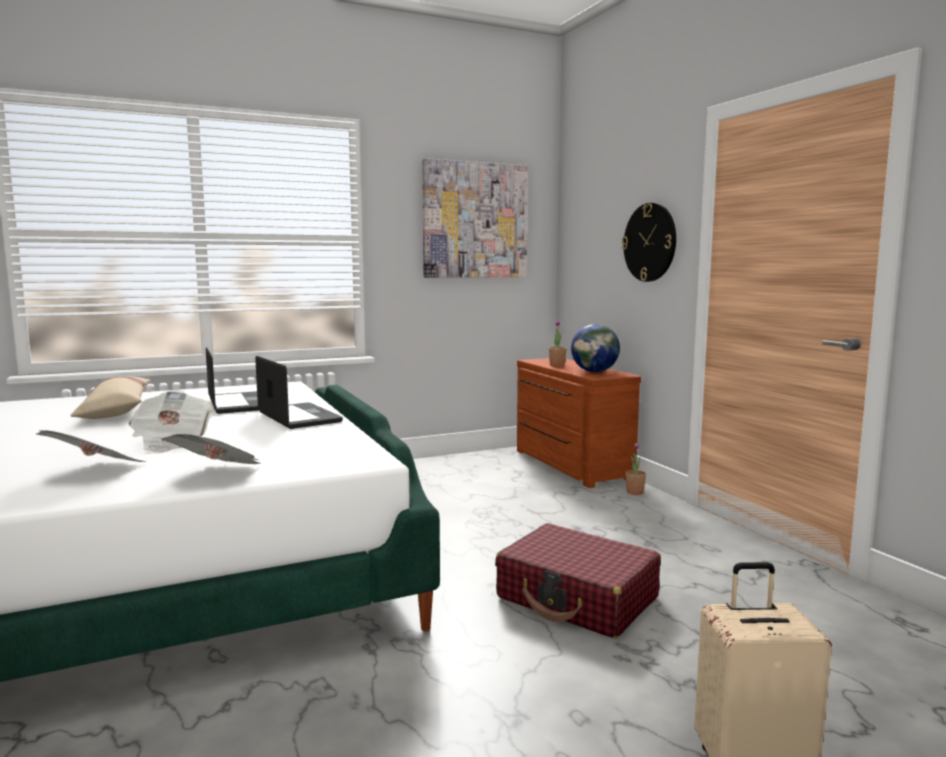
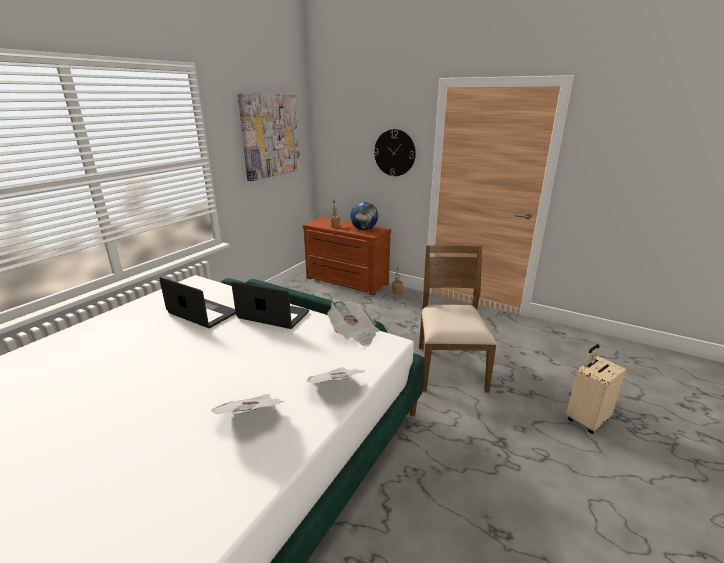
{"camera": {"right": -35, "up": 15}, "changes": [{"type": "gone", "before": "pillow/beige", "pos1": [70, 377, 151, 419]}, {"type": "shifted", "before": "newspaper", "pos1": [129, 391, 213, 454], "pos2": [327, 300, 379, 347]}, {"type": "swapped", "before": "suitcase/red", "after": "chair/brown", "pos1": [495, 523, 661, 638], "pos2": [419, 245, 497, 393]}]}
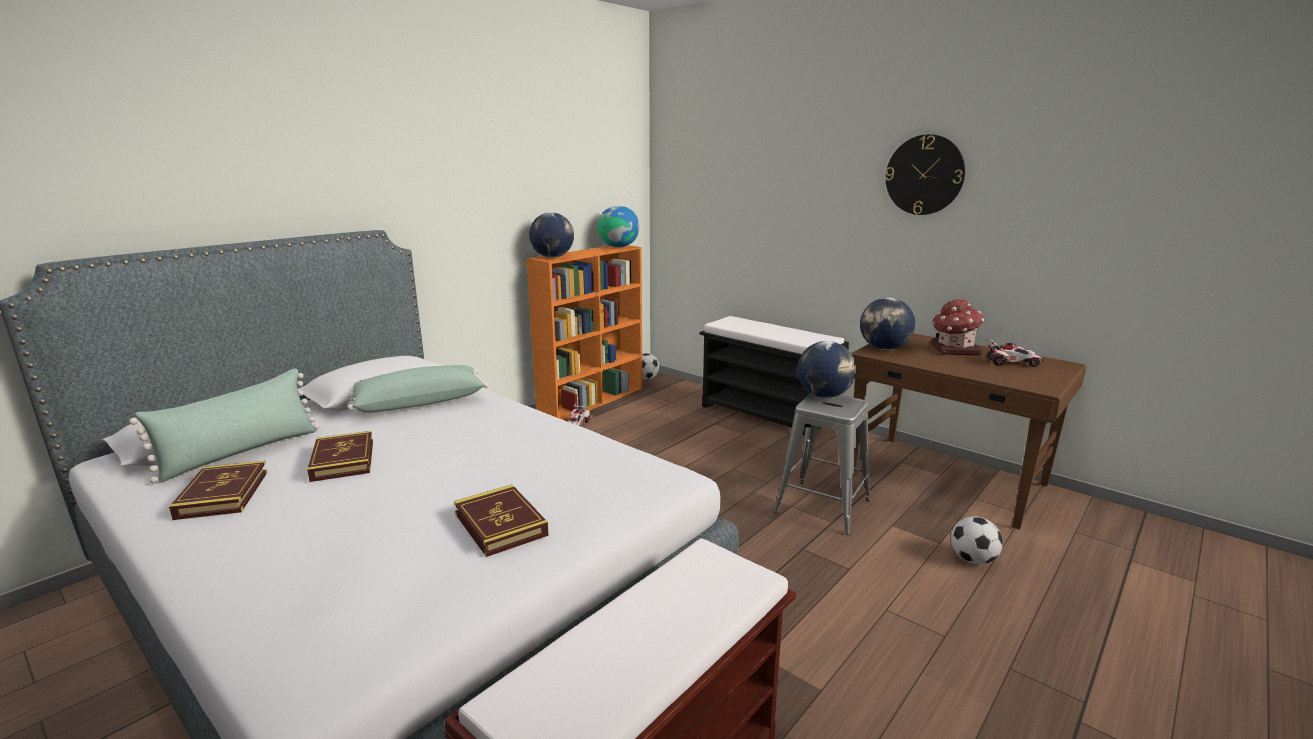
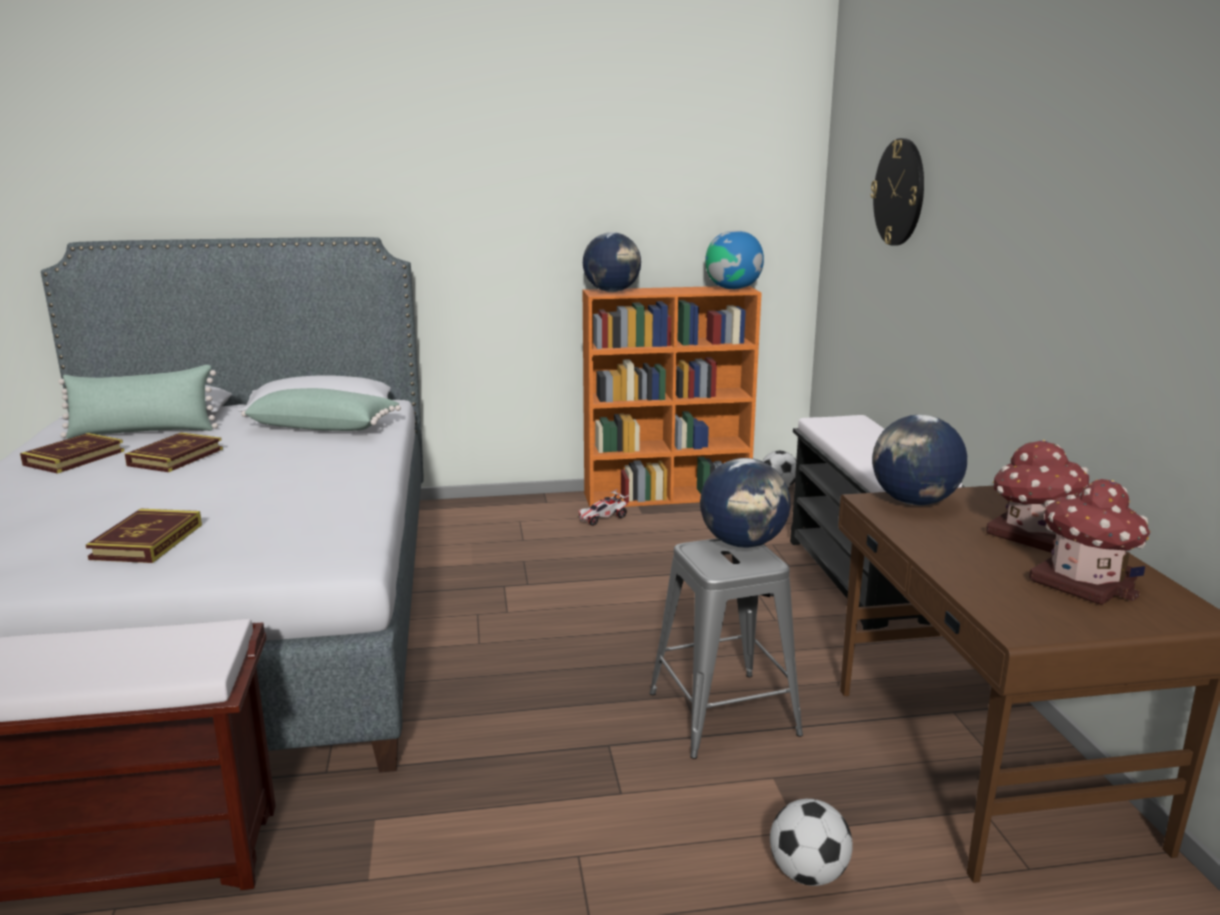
{"camera": {"right": 40, "up": 0}, "changes": [{"type": "shifted", "before": "wall clock", "pos1": [885, 134, 965, 215], "pos2": [870, 138, 924, 246]}, {"type": "swapped", "before": "toy car", "after": "toy house", "pos1": [986, 338, 1044, 367], "pos2": [1029, 479, 1150, 605]}]}
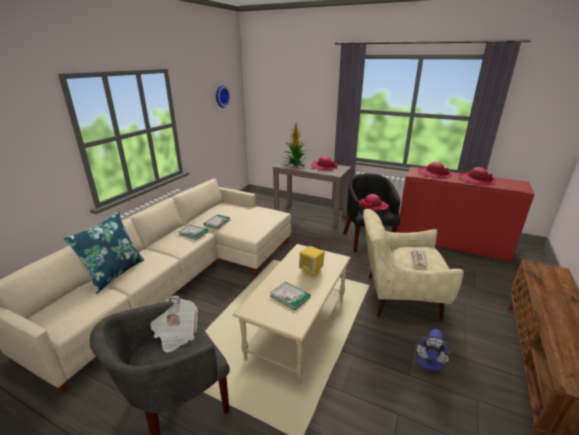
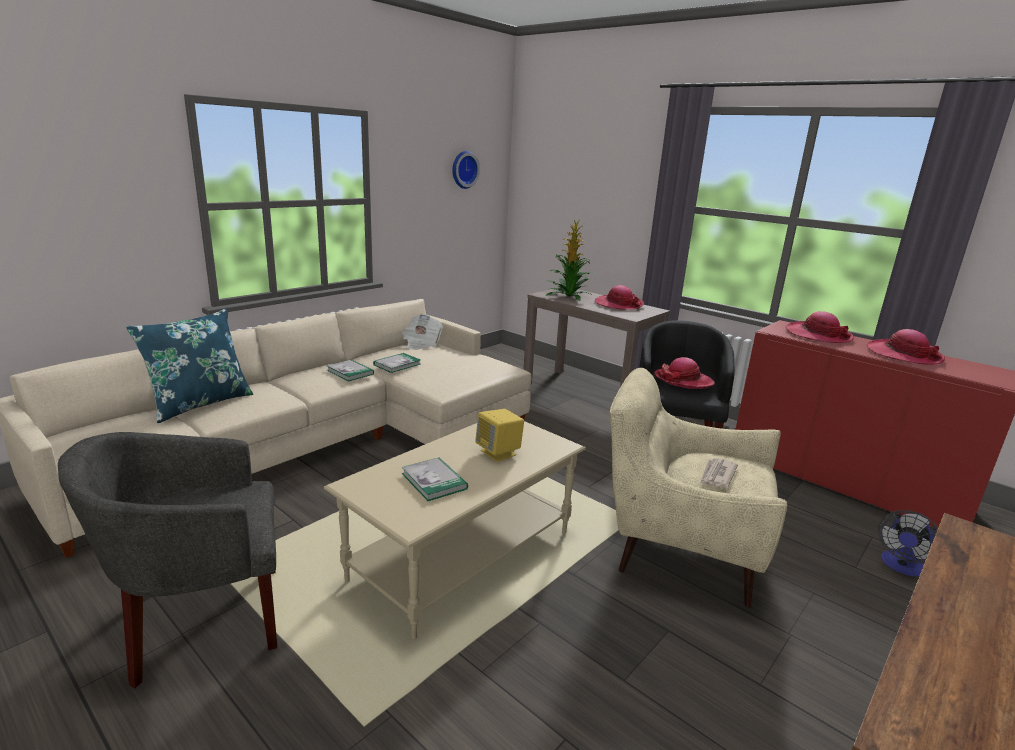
{"camera": {"right": 15, "up": -5}, "changes": [{"type": "shifted", "before": "newspaper", "pos1": [150, 296, 198, 353], "pos2": [402, 314, 443, 350]}, {"type": "shifted", "before": "fan", "pos1": [414, 329, 453, 371], "pos2": [878, 510, 938, 576]}]}
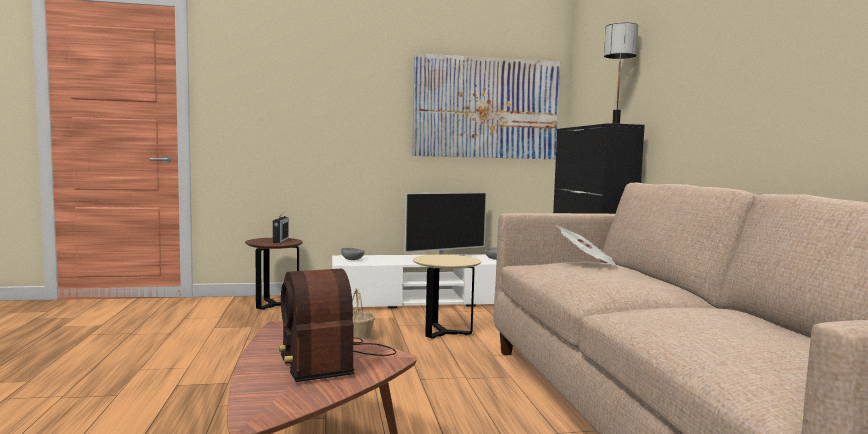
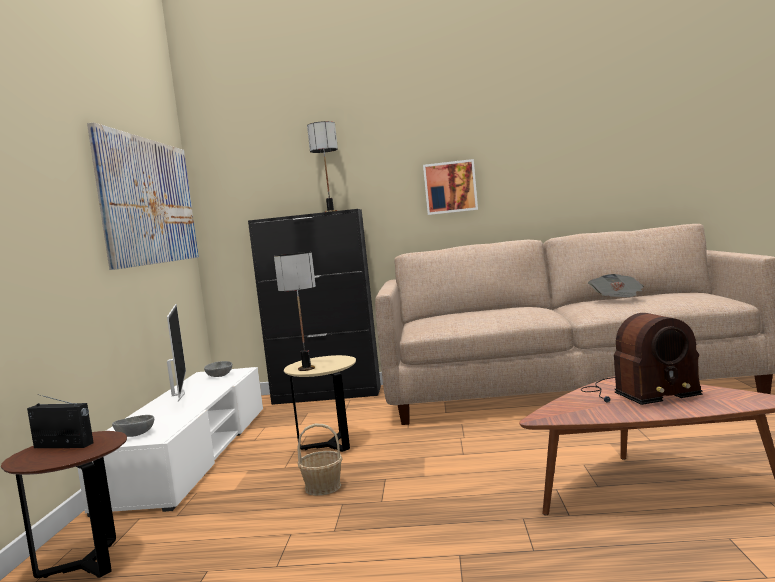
{"camera": {"right": -75, "up": 0}, "changes": [{"type": "shifted", "before": "newspaper", "pos1": [555, 225, 619, 268], "pos2": [588, 274, 644, 297]}, {"type": "new", "after": "picture", "pos2": [423, 159, 478, 215]}, {"type": "new", "after": "table lamp", "pos2": [274, 252, 316, 371]}]}
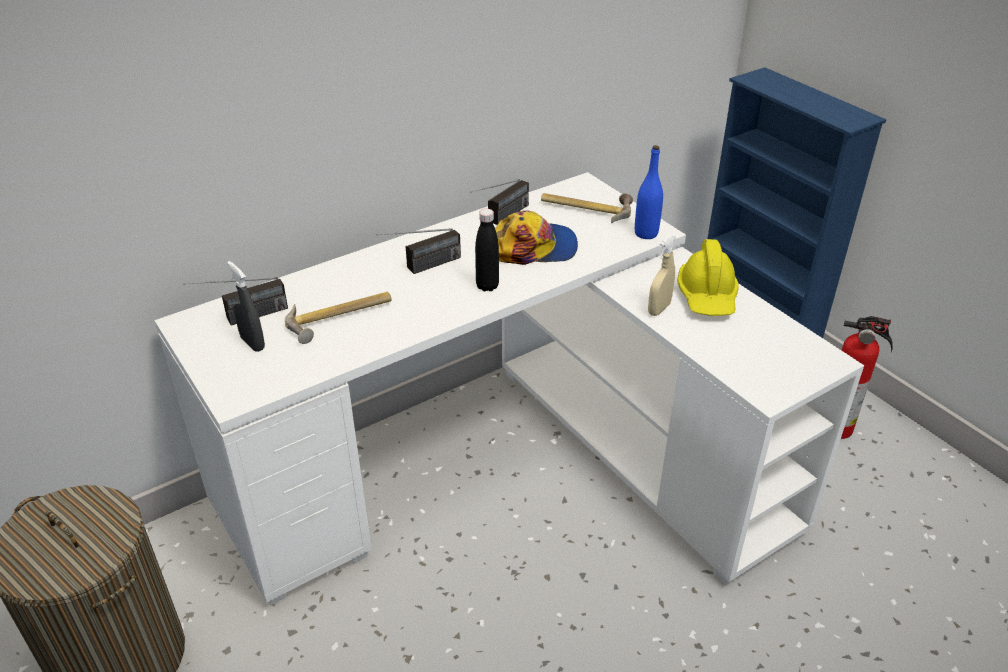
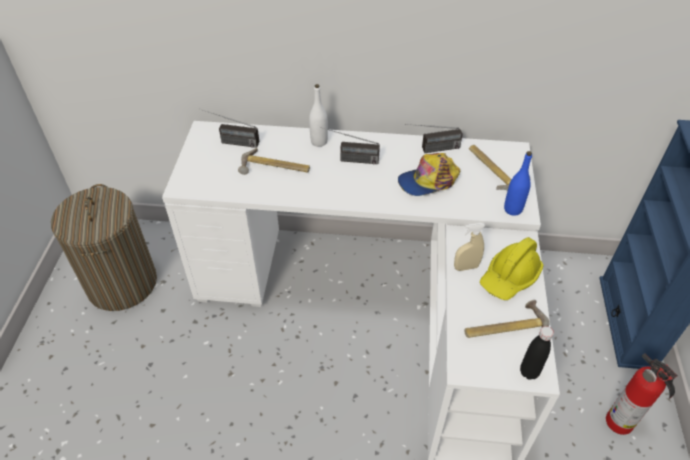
{"camera": {"right": 40, "up": 10}, "changes": [{"type": "shifted", "before": "bottle/black", "pos1": [475, 209, 499, 291], "pos2": [520, 326, 554, 380]}, {"type": "rotated", "before": "cap", "pos1": [495, 210, 578, 265], "pos2": [398, 153, 460, 196], "turn": 120}, {"type": "gone", "before": "spray bottle/grey", "pos1": [227, 261, 265, 352]}, {"type": "new", "after": "bottle/white", "pos2": [309, 84, 328, 147]}, {"type": "new", "after": "hammer", "pos2": [464, 300, 550, 338]}]}
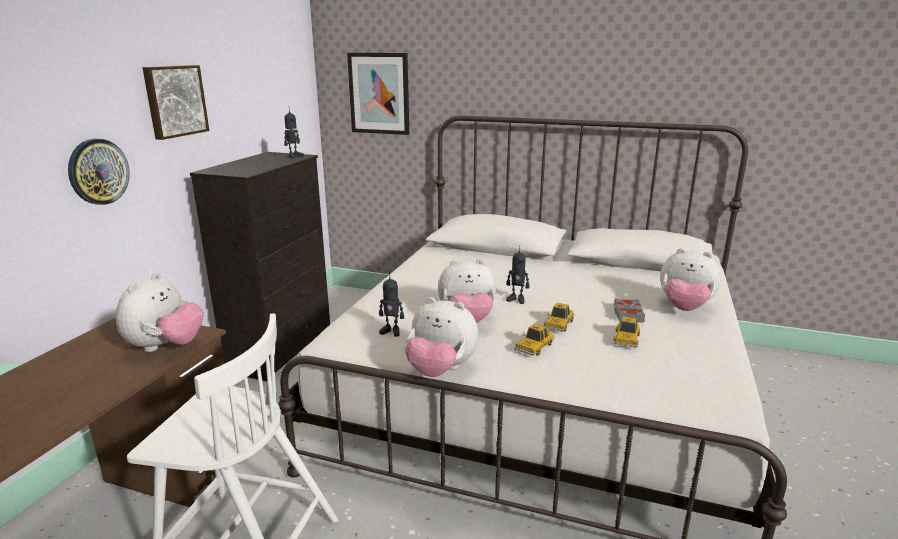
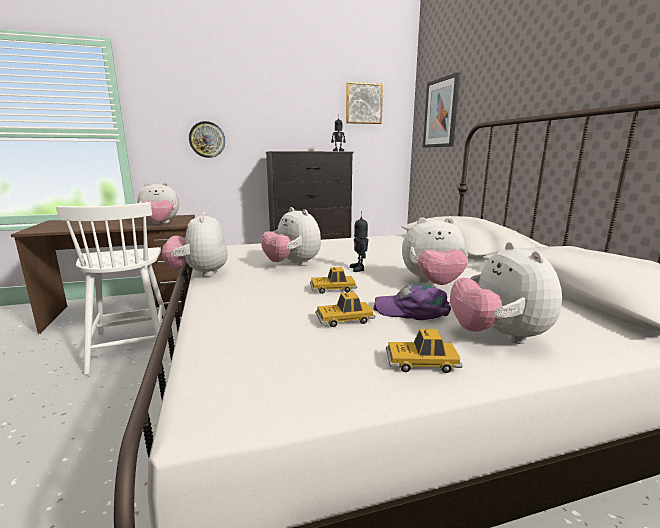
{"camera": {"right": 55, "up": -5}, "changes": [{"type": "shifted", "before": "picture", "pos1": [142, 65, 209, 140], "pos2": [346, 82, 383, 124]}, {"type": "gone", "before": "toy robot", "pos1": [379, 271, 404, 337]}, {"type": "swapped", "before": "book/grey", "after": "cap/purple", "pos1": [614, 298, 645, 323], "pos2": [373, 283, 451, 320]}, {"type": "shifted", "before": "toy car", "pos1": [514, 323, 555, 356], "pos2": [386, 329, 463, 373]}, {"type": "new", "after": "plush toy", "pos2": [402, 217, 468, 285]}]}
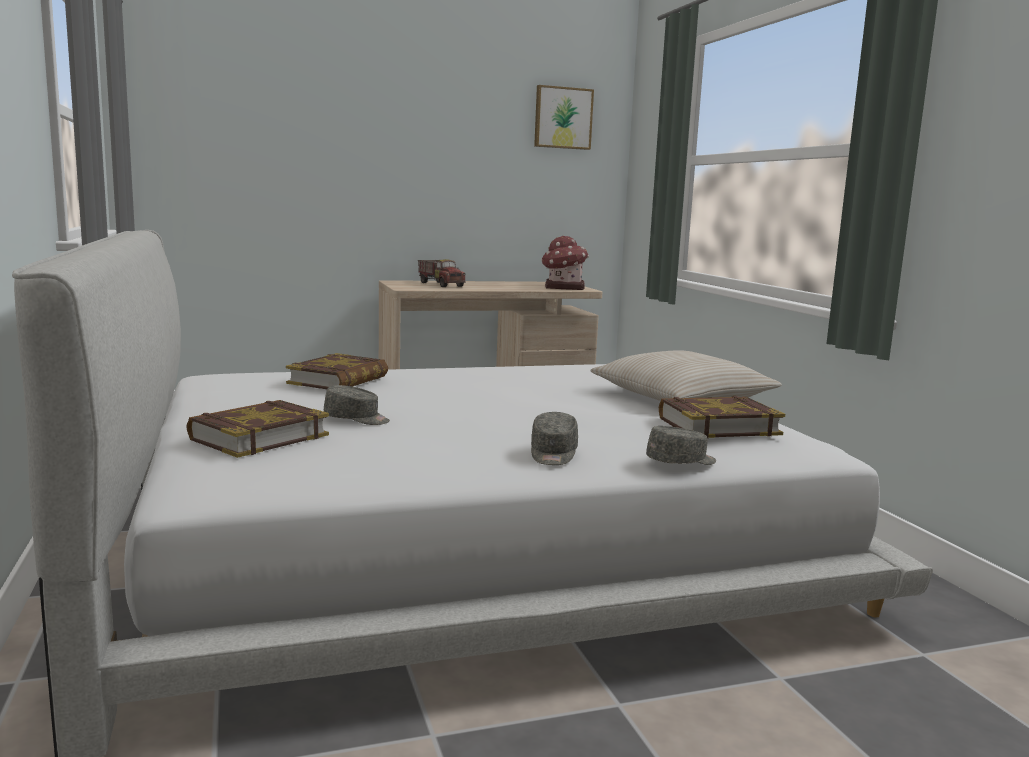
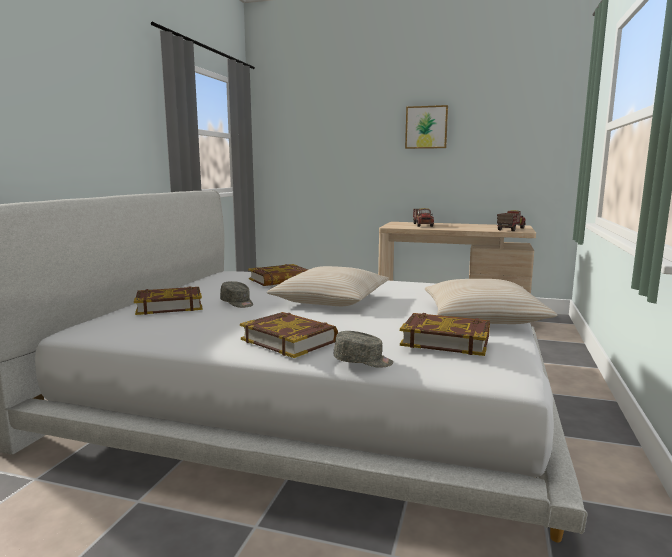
{"camera": {"right": 35, "up": 0}, "changes": [{"type": "shifted", "before": "picture", "pos1": [534, 85, 594, 150], "pos2": [405, 105, 448, 149]}, {"type": "swapped", "before": "toy house", "after": "toy truck", "pos1": [541, 235, 589, 290], "pos2": [497, 210, 525, 231]}, {"type": "swapped", "before": "cap/grey", "after": "book", "pos1": [531, 412, 578, 465], "pos2": [240, 312, 338, 358]}, {"type": "new", "after": "pillow/beige", "pos2": [267, 266, 389, 306]}]}
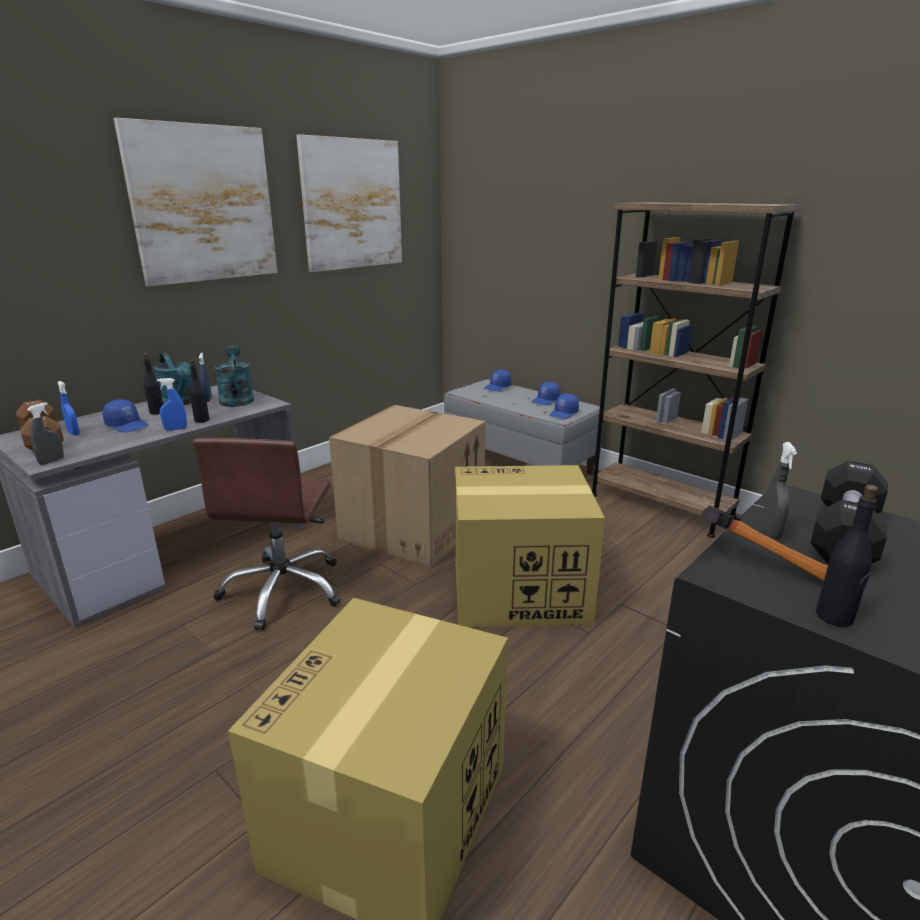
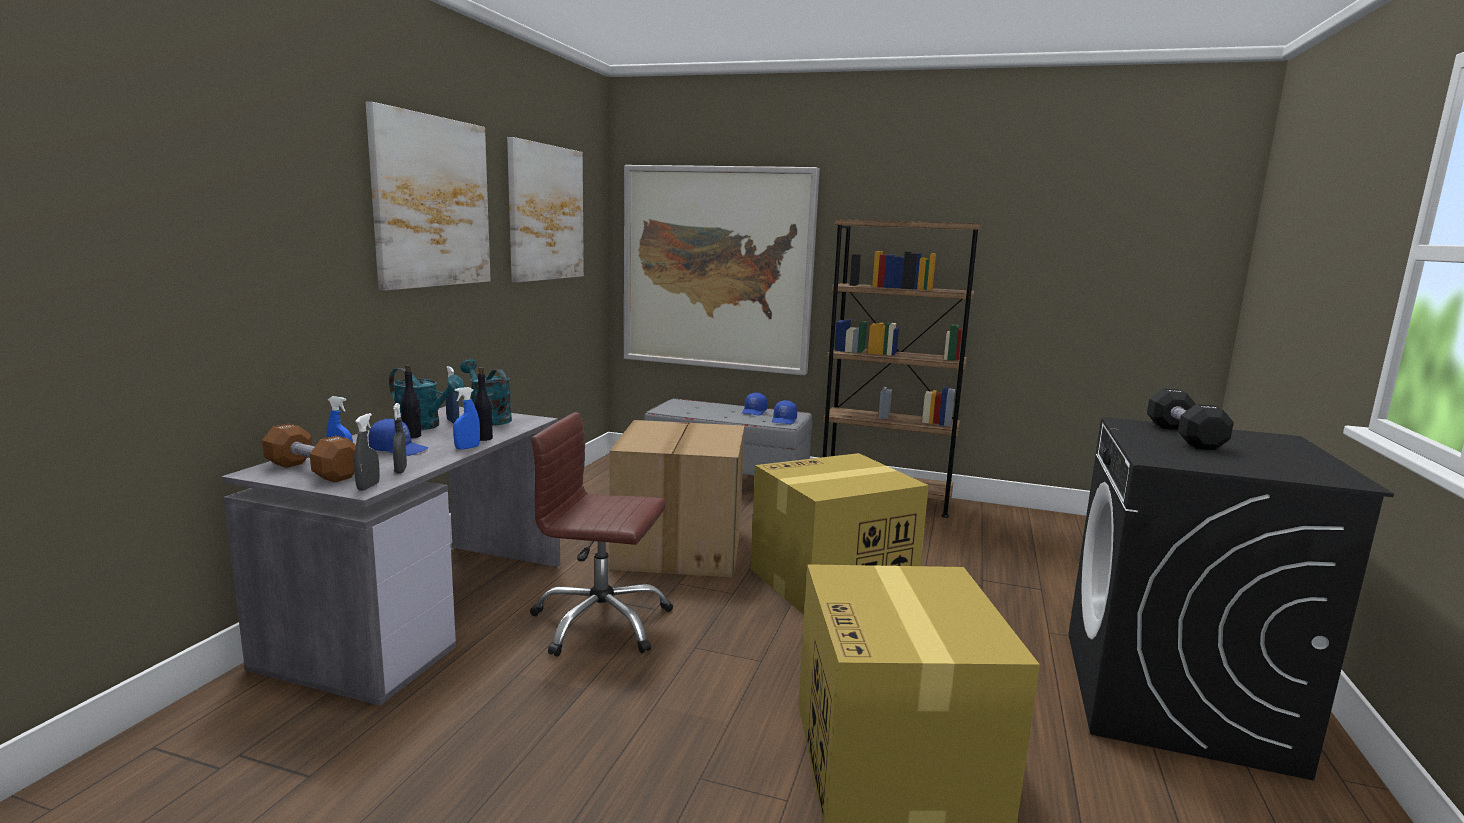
{"camera": {"right": -25, "up": -10}, "changes": [{"type": "gone", "before": "cap/blue", "pos1": [485, 369, 511, 391]}, {"type": "rotated", "before": "office chair/brown", "pos1": [193, 438, 341, 630], "pos2": [530, 412, 673, 657], "turn": 120}, {"type": "shifted", "before": "spray bottle/grey", "pos1": [761, 442, 797, 539], "pos2": [393, 403, 407, 473]}, {"type": "gone", "before": "bottle/black", "pos1": [816, 485, 878, 627]}, {"type": "gone", "before": "hammer", "pos1": [702, 506, 828, 582]}, {"type": "new", "after": "picture", "pos2": [624, 165, 820, 375]}]}
